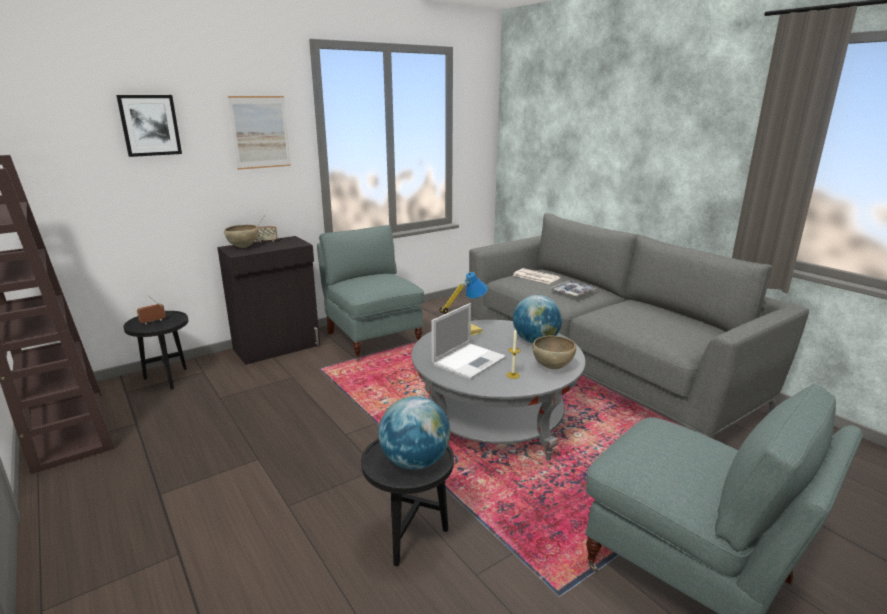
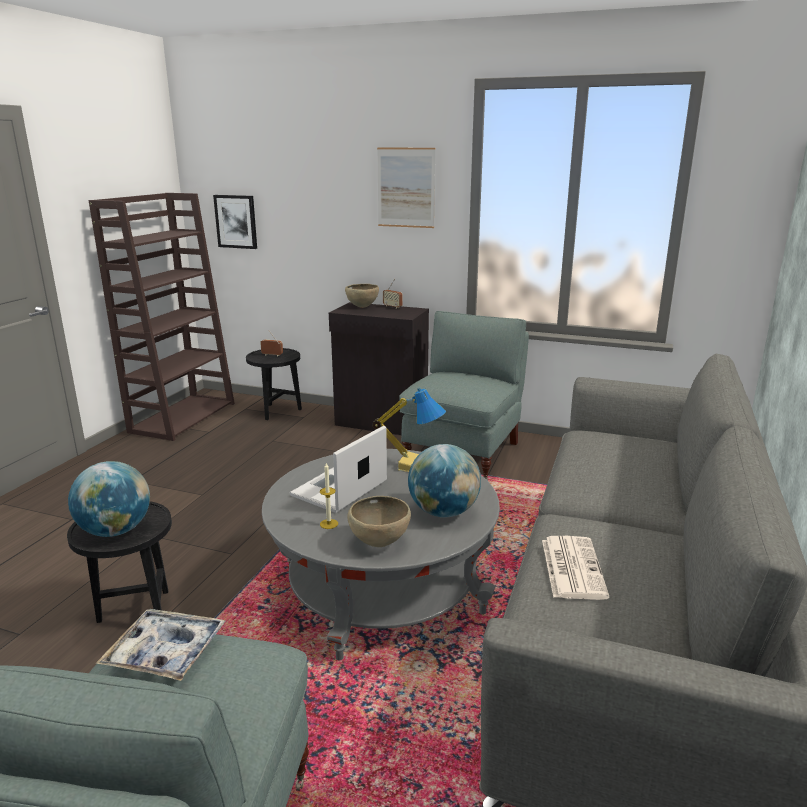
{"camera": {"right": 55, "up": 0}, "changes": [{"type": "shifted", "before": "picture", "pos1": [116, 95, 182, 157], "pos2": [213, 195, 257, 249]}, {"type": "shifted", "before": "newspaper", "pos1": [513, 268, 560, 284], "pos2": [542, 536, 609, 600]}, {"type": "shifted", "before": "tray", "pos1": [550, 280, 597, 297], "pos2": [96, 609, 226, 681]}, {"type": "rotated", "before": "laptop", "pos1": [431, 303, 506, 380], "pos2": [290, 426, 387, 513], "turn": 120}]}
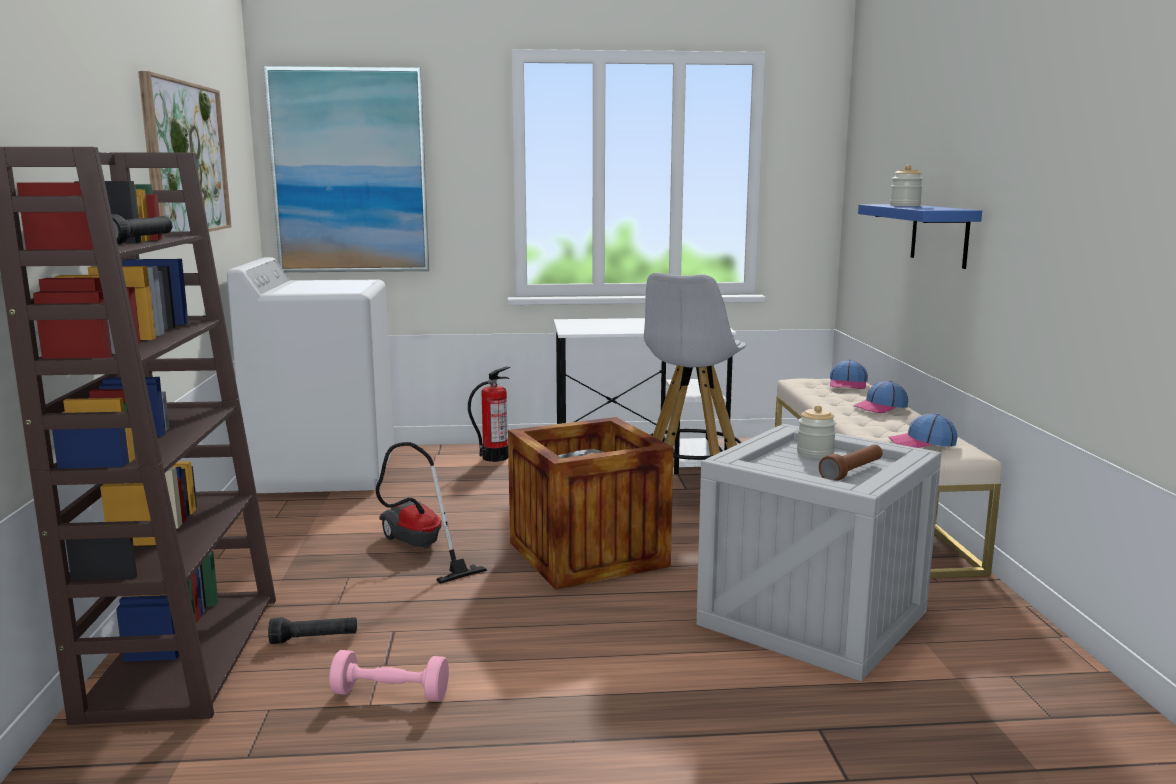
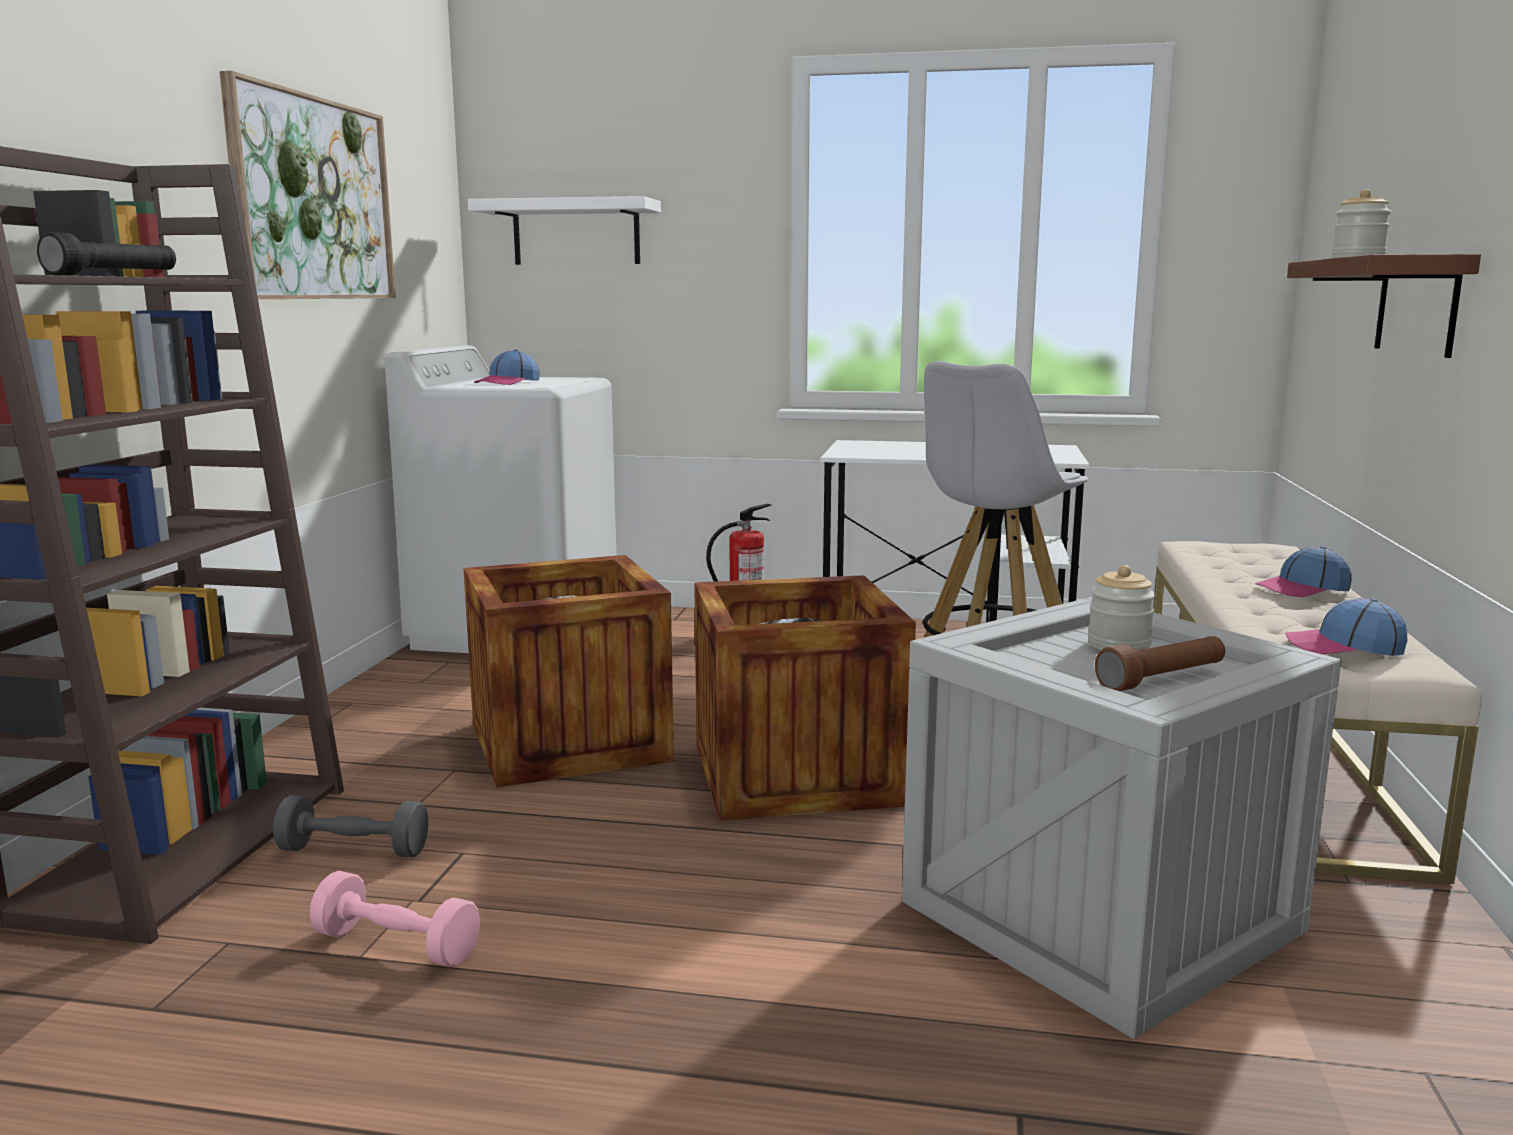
{"camera": {"right": 15, "up": 0}, "changes": [{"type": "swapped", "before": "picture", "after": "shelf/white", "pos1": [264, 66, 429, 272], "pos2": [468, 196, 661, 265]}, {"type": "repainted", "before": "shelf/blue", "after": "shelf/brown", "pos1": [858, 204, 982, 269], "pos2": [1287, 254, 1481, 358]}, {"type": "shifted", "before": "cap", "pos1": [830, 359, 868, 389], "pos2": [474, 349, 539, 385]}, {"type": "swapped", "before": "vacuum cleaner", "after": "crate", "pos1": [376, 442, 487, 584], "pos2": [464, 555, 674, 788]}, {"type": "swapped", "before": "flashlight/black", "after": "dumbbell/grey", "pos1": [268, 617, 357, 644], "pos2": [273, 795, 428, 857]}]}
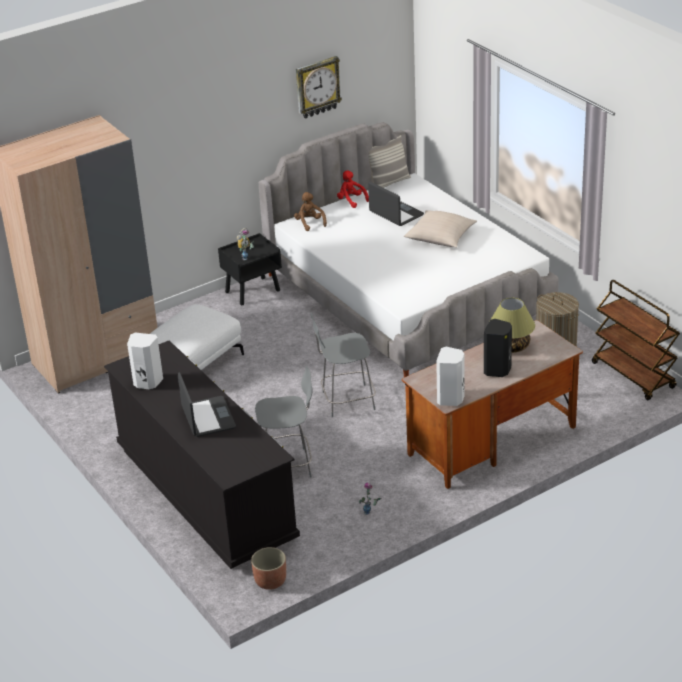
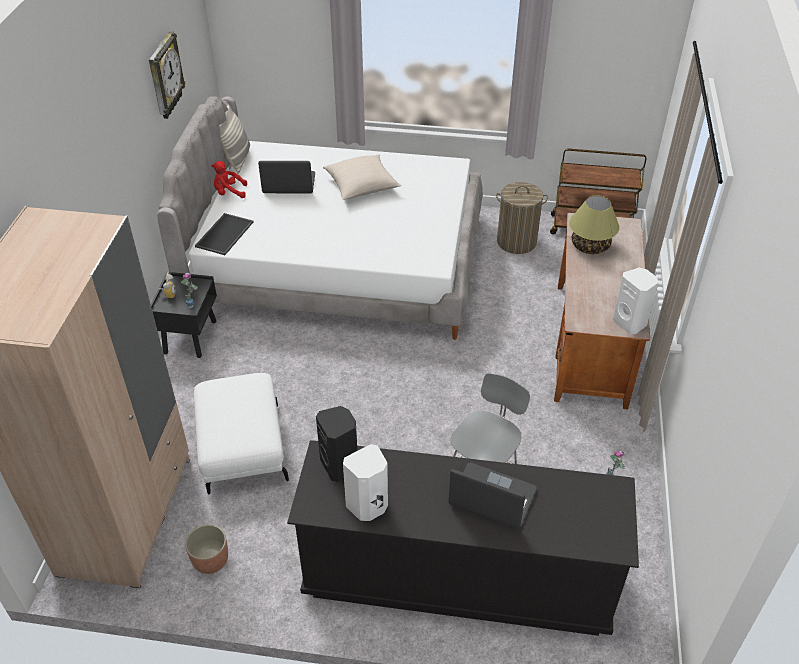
{"camera": {"right": -50, "up": 10}, "changes": [{"type": "swapped", "before": "plush toy/brown", "after": "tray", "pos1": [294, 192, 327, 231], "pos2": [195, 213, 254, 255]}, {"type": "gone", "before": "chair/grey", "pos1": [310, 312, 376, 417]}, {"type": "shifted", "before": "speaker/black", "pos1": [484, 319, 512, 377], "pos2": [316, 406, 357, 482]}, {"type": "shifted", "before": "planter", "pos1": [251, 547, 286, 590], "pos2": [185, 525, 228, 574]}]}
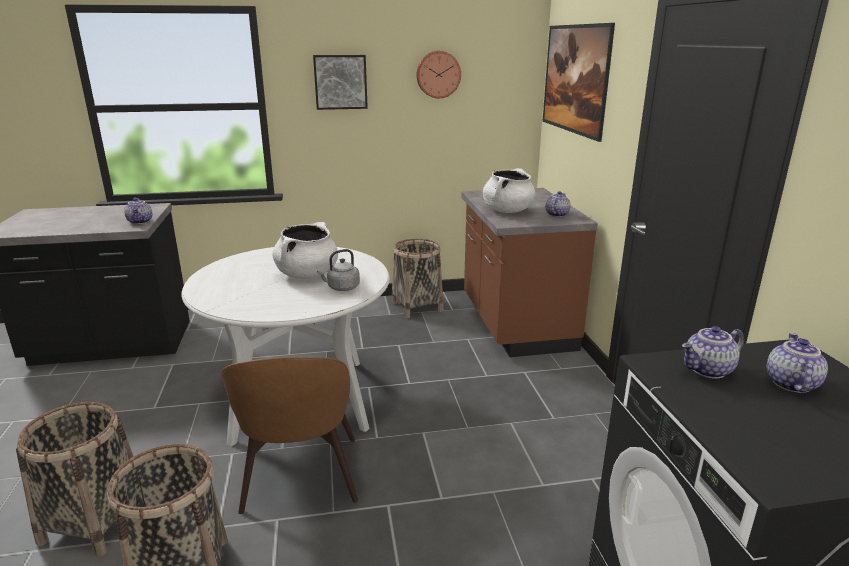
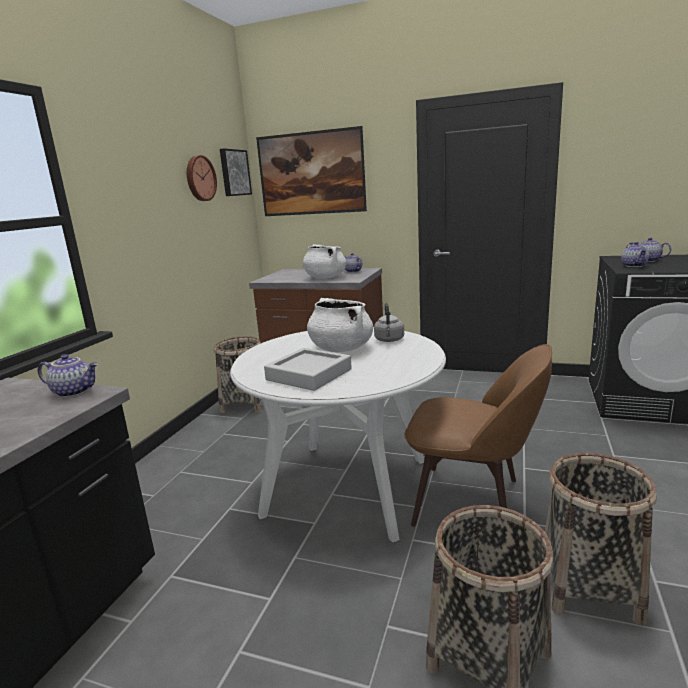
{"camera": {"right": -60, "up": -5}, "changes": [{"type": "shifted", "before": "picture", "pos1": [313, 55, 368, 110], "pos2": [220, 148, 252, 196]}, {"type": "new", "after": "tray/grey", "pos2": [264, 348, 352, 391]}]}
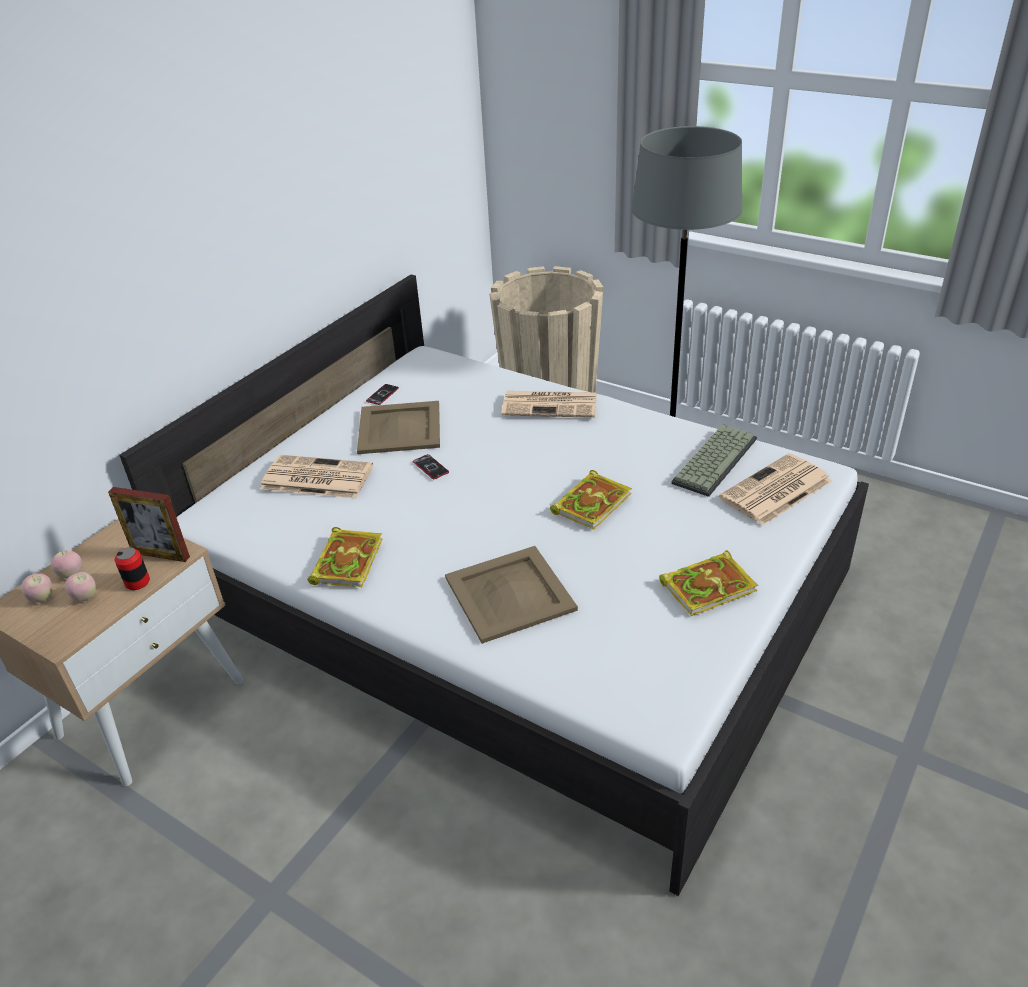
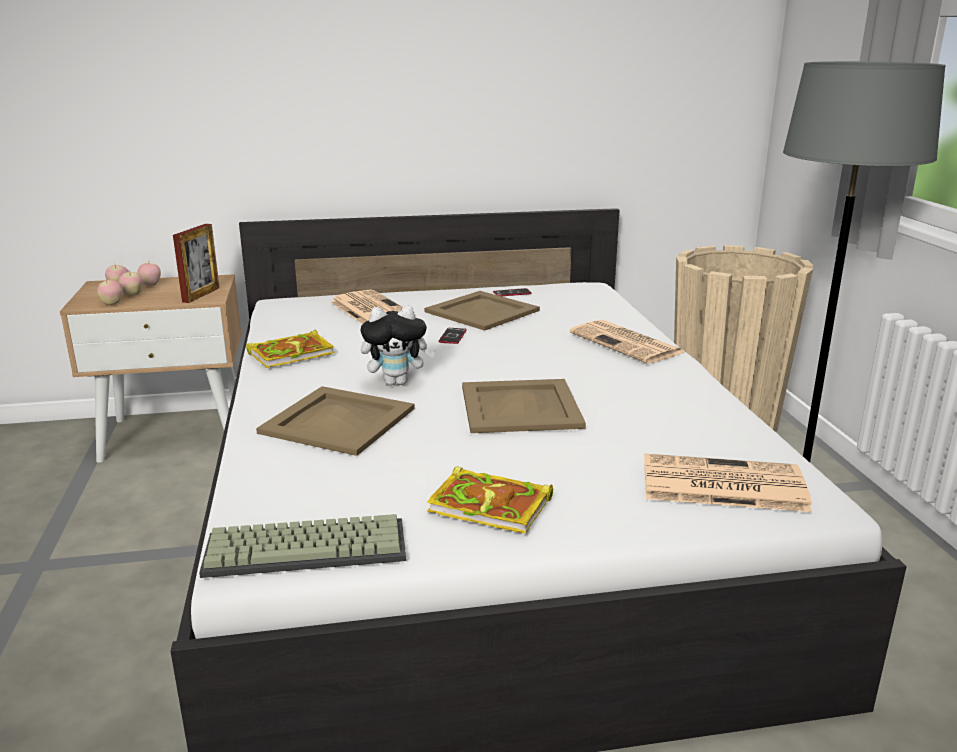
{"camera": {"right": 45, "up": -15}, "changes": [{"type": "shifted", "before": "keyboard", "pos1": [671, 424, 757, 497], "pos2": [199, 514, 406, 578]}, {"type": "swapped", "before": "book", "after": "tray/beige", "pos1": [550, 470, 632, 530], "pos2": [462, 379, 586, 433]}, {"type": "rotated", "before": "picture frame", "pos1": [108, 487, 190, 562], "pos2": [173, 224, 219, 303], "turn": -135}, {"type": "gone", "before": "can", "pos1": [115, 547, 150, 590]}, {"type": "new", "after": "apple", "pos2": [97, 279, 123, 305]}, {"type": "new", "after": "plush toy", "pos2": [361, 306, 436, 386]}]}
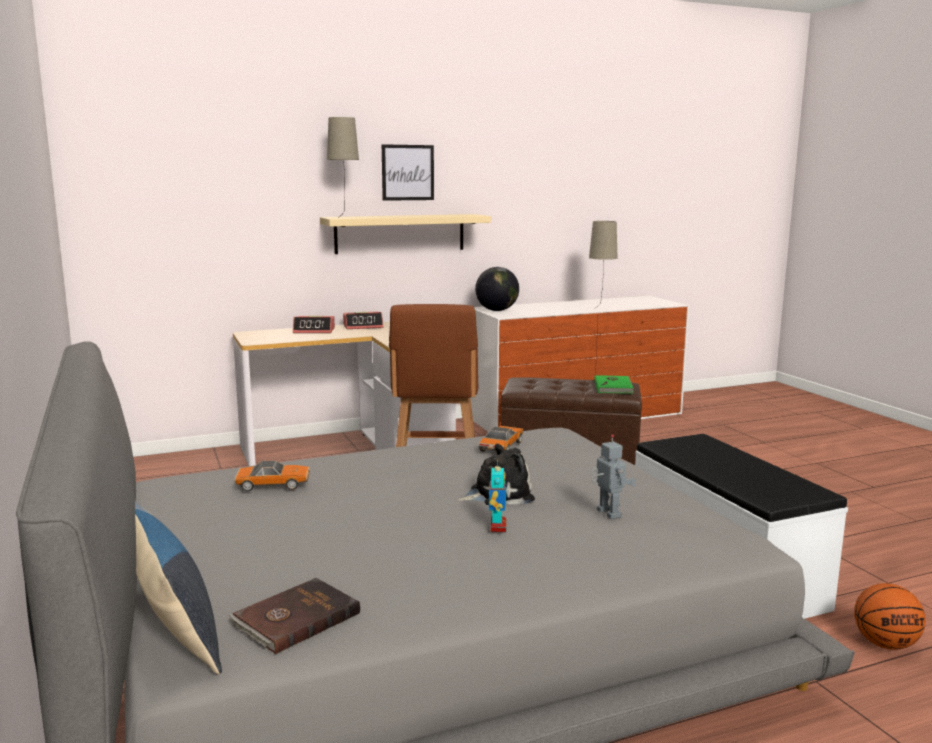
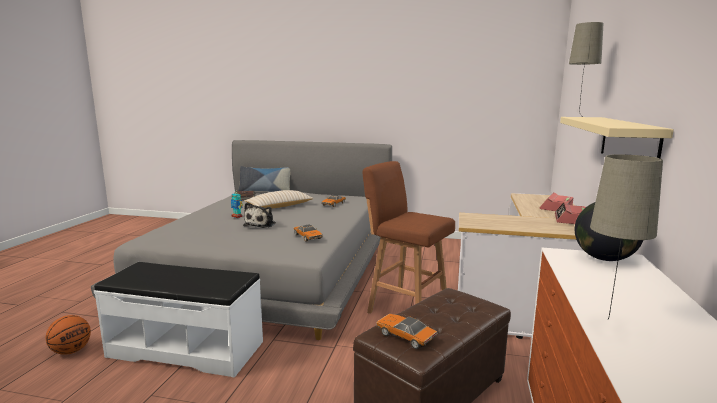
{"camera": {"right": 125, "up": 0}, "changes": [{"type": "gone", "before": "picture", "pos1": [382, 144, 434, 201]}, {"type": "swapped", "before": "book/green", "after": "toy car", "pos1": [594, 375, 634, 394], "pos2": [376, 314, 438, 349]}, {"type": "gone", "before": "toy robot", "pos1": [591, 434, 636, 519]}, {"type": "new", "after": "pillow/beige", "pos2": [245, 190, 314, 209]}]}
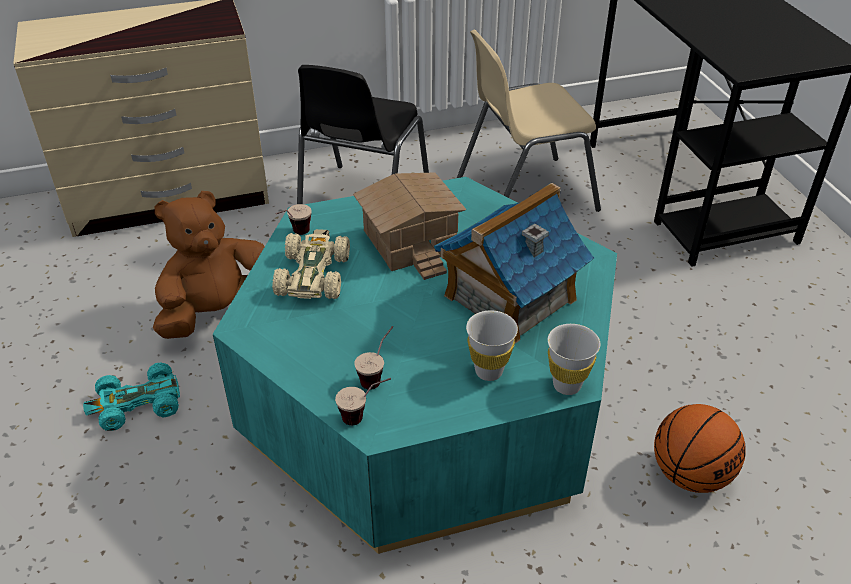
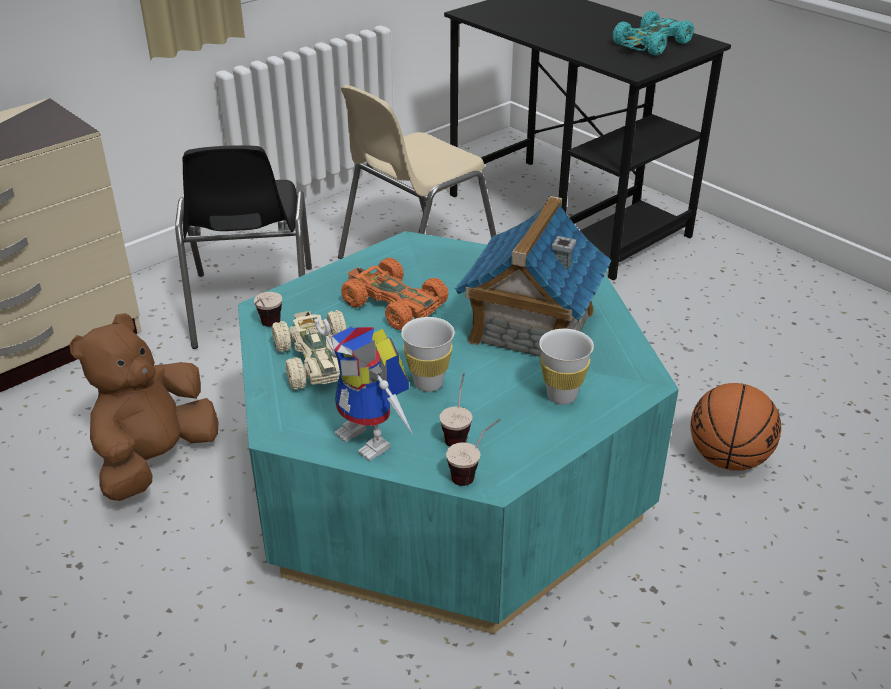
{"camera": {"right": -25, "up": -5}, "changes": [{"type": "swapped", "before": "toy house", "after": "toy car/orange", "pos1": [353, 173, 467, 280], "pos2": [341, 258, 448, 330]}, {"type": "shifted", "before": "cup/white", "pos1": [548, 324, 600, 395], "pos2": [401, 317, 455, 392]}, {"type": "shifted", "before": "toy car/turquoise", "pos1": [83, 363, 180, 431], "pos2": [613, 11, 694, 56]}, {"type": "new", "after": "toy robot", "pos2": [314, 319, 413, 461]}]}
